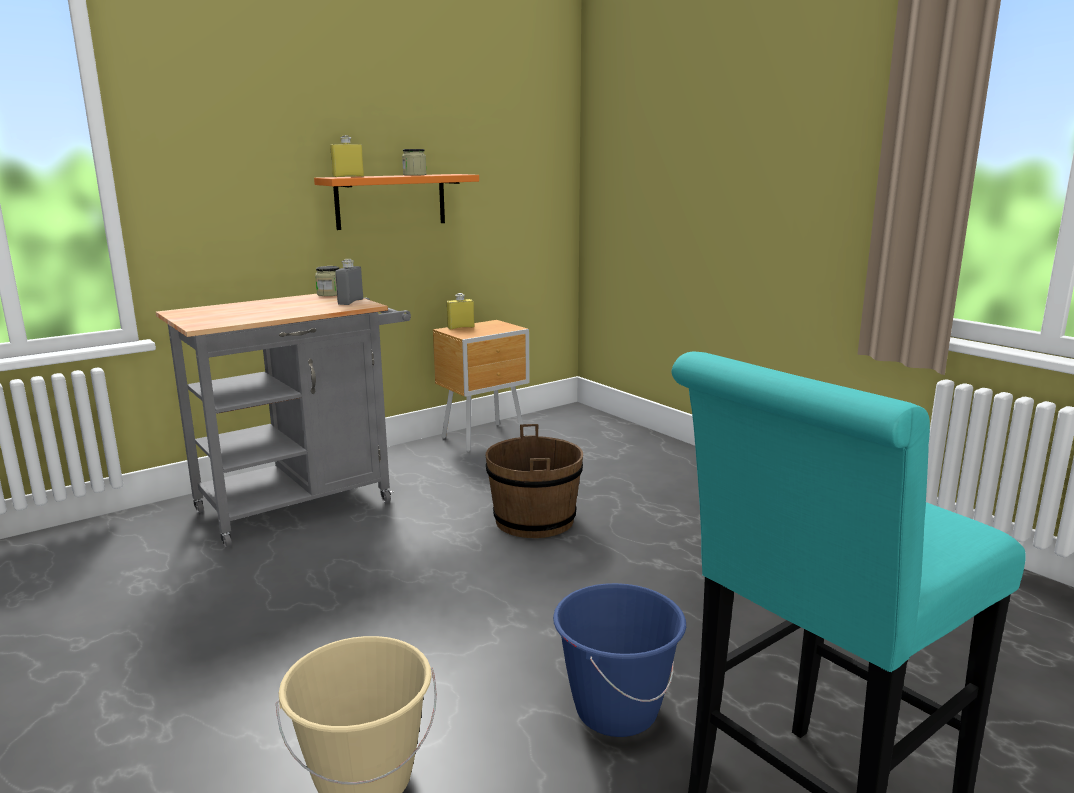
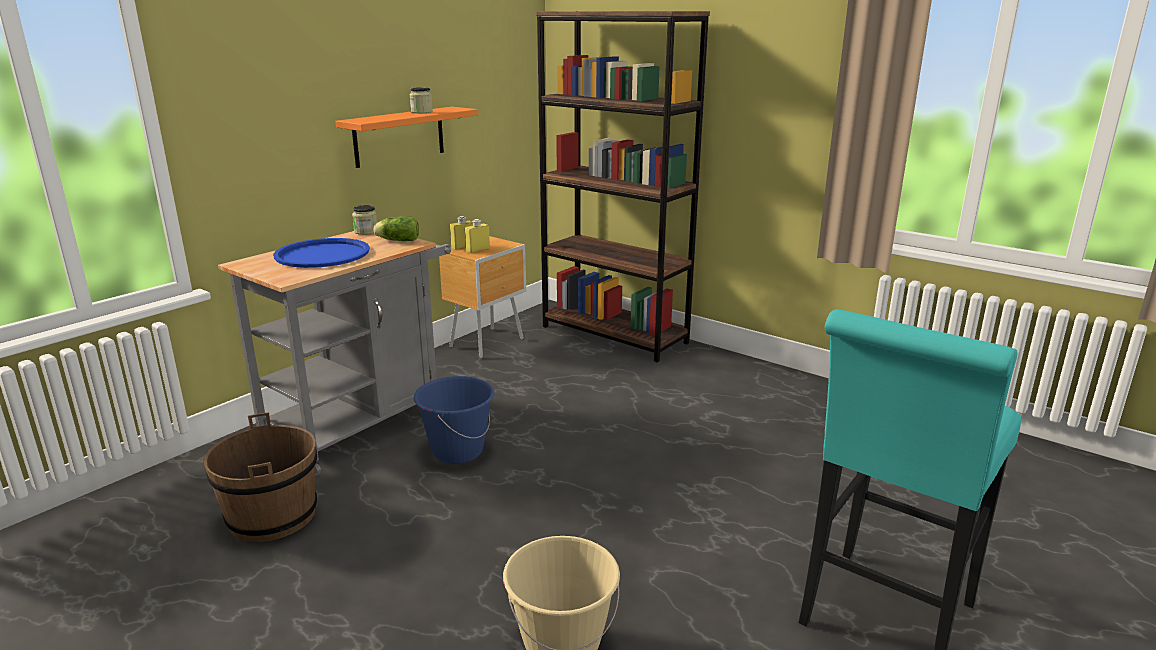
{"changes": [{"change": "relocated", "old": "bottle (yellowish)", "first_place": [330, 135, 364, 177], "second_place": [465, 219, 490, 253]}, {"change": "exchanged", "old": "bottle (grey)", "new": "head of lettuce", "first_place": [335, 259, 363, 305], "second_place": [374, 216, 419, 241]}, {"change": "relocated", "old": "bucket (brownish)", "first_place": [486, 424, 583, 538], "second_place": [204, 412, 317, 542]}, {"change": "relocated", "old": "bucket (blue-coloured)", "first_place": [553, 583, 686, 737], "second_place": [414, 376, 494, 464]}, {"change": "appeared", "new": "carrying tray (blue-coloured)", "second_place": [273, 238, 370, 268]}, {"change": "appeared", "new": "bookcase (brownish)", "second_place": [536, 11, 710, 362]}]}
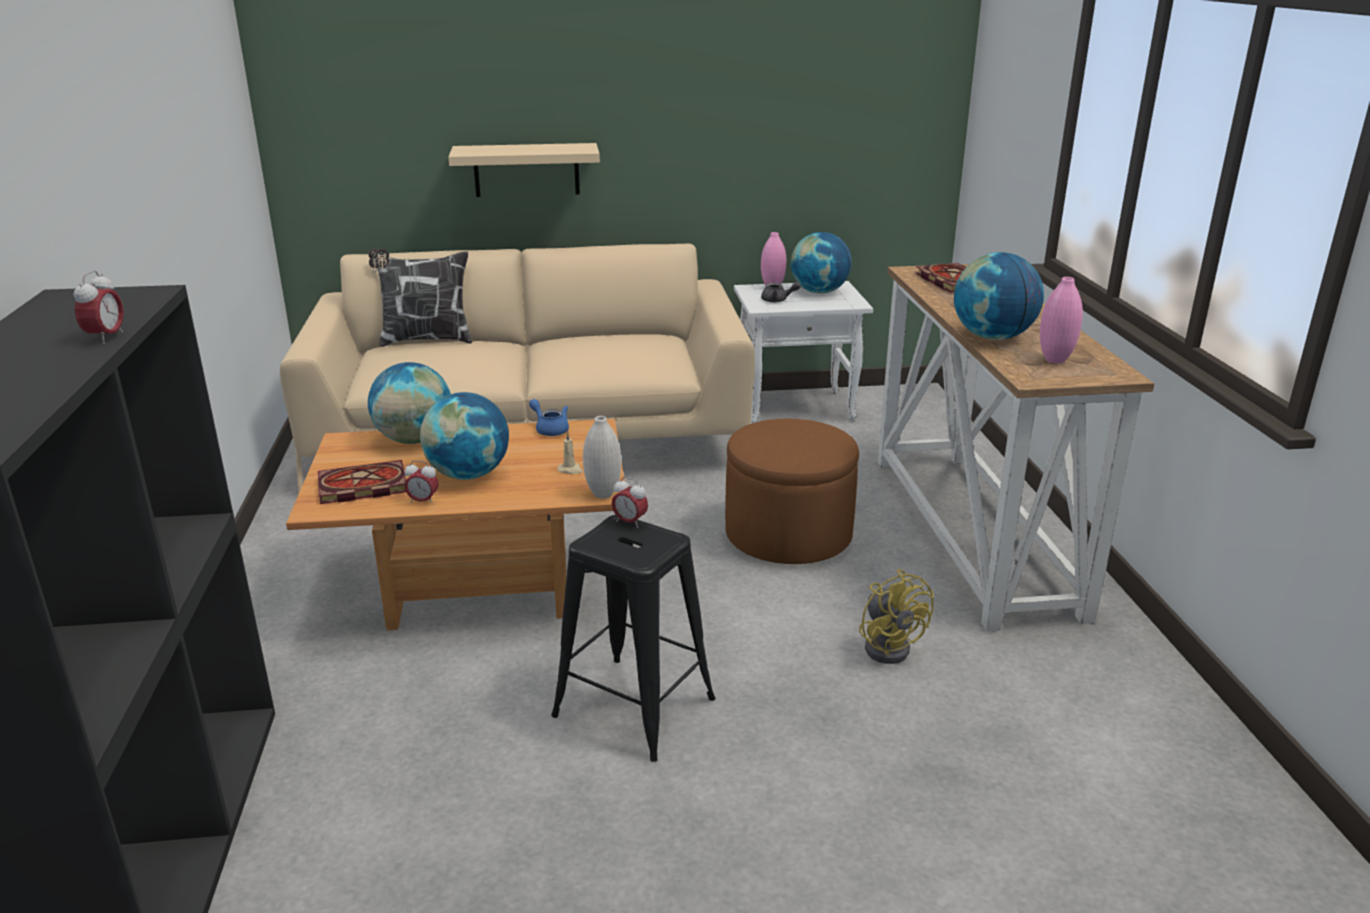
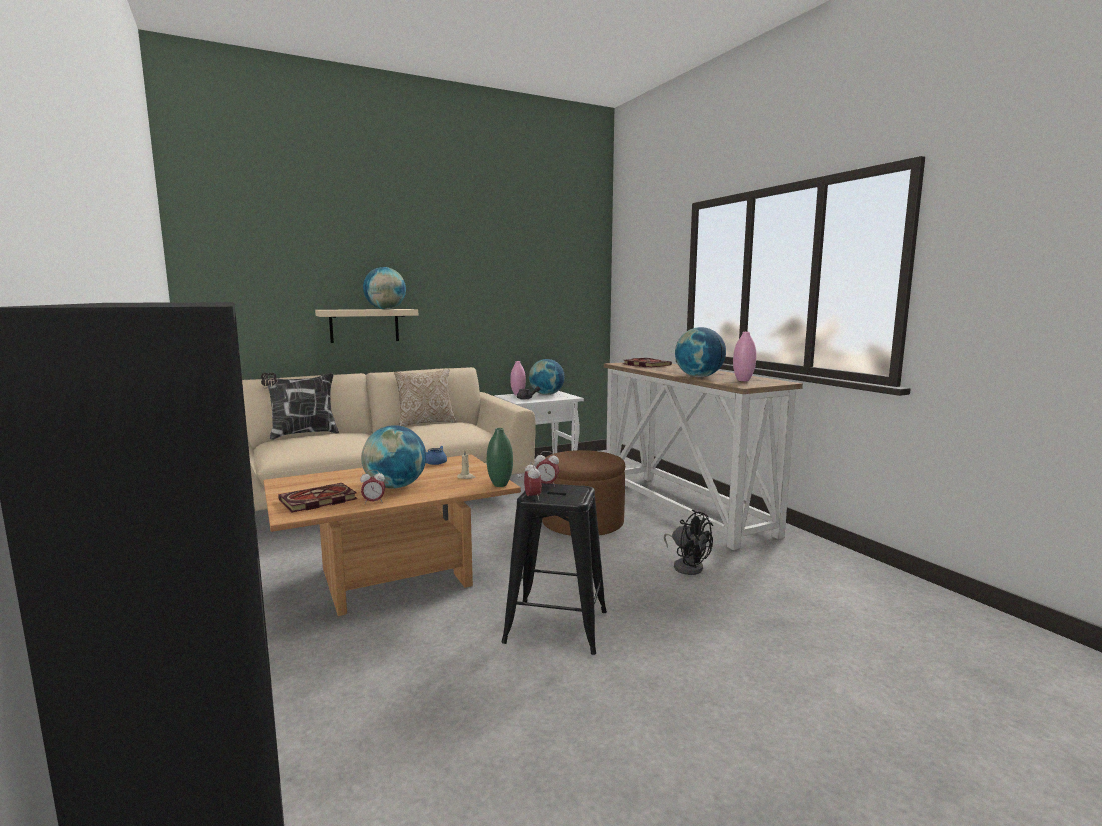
{"changes": [{"change": "relocated", "old": "alarm clock", "first_place": [73, 271, 124, 344], "second_place": [524, 461, 542, 501]}, {"change": "relocated", "old": "desk globe", "first_place": [368, 362, 451, 444], "second_place": [363, 267, 406, 309]}, {"change": "colour", "old": "vase (white-coloured)", "new": "vase (greenish)", "first_place": [583, 416, 621, 499], "second_place": [487, 428, 513, 487]}, {"change": "colour", "old": "fan (yellowish)", "new": "fan (black-coloured)", "first_place": [859, 569, 934, 664], "second_place": [664, 510, 713, 575]}, {"change": "appeared", "new": "throw pillow", "second_place": [394, 369, 457, 427]}]}
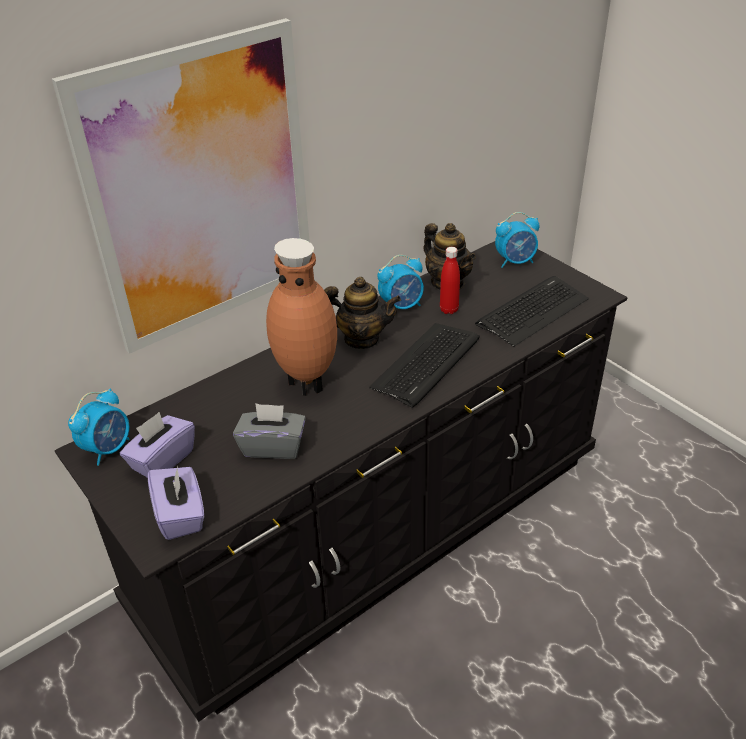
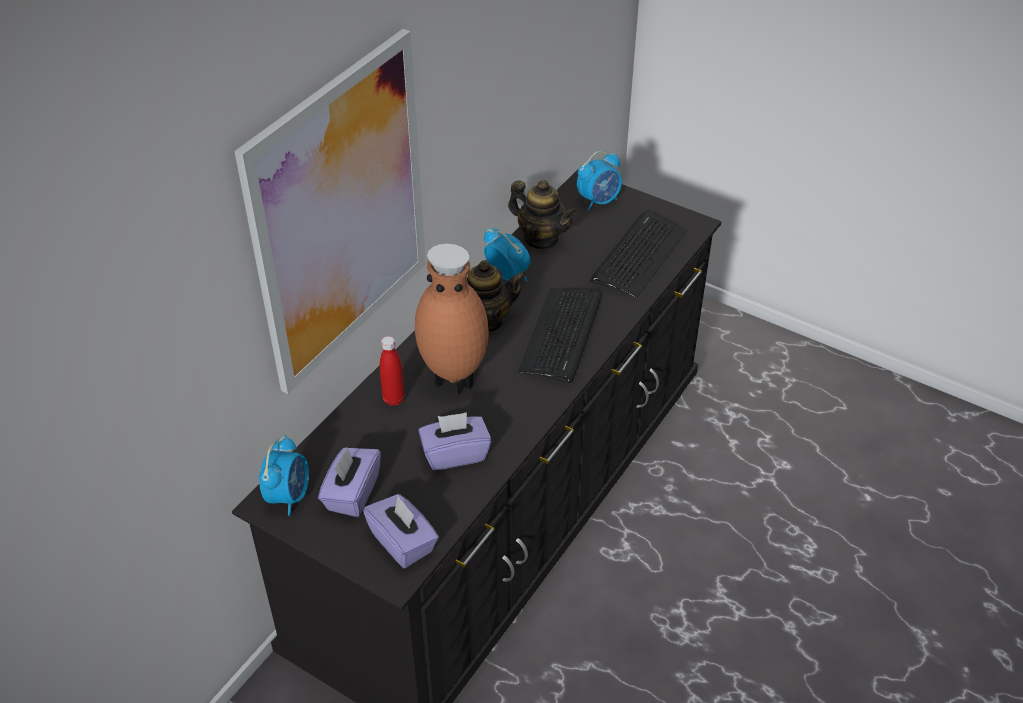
{"changes": [{"change": "colour", "old": "tissue holder (grey)", "new": "tissue holder (purple-coloured)", "first_place": [233, 403, 306, 459], "second_place": [418, 412, 492, 470]}, {"change": "spun", "old": "alarm clock", "first_place": [377, 255, 424, 309], "second_place": [484, 228, 531, 282], "degrees": -90}, {"change": "relocated", "old": "bottle (red)", "first_place": [440, 247, 460, 314], "second_place": [380, 336, 405, 406]}]}
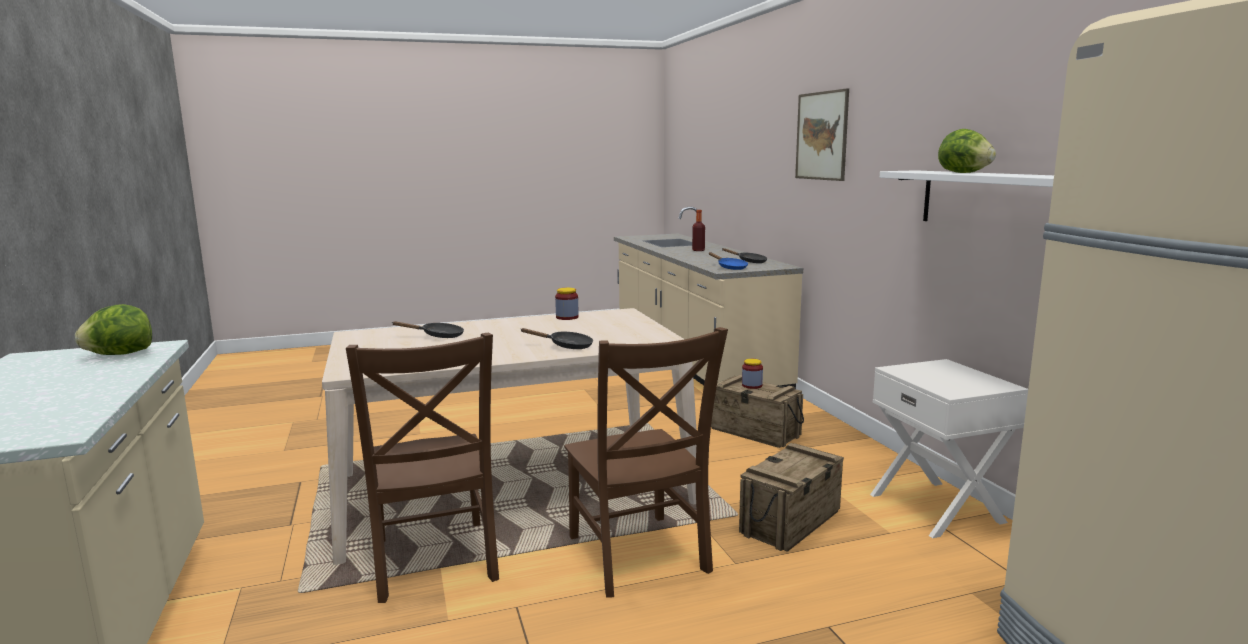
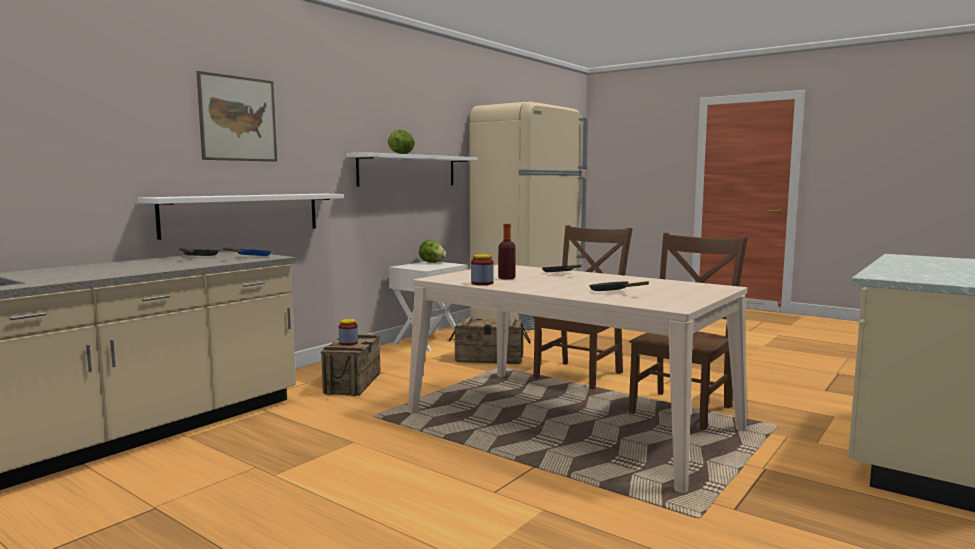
{"changes": [{"change": "relocated", "old": "head of lettuce", "first_place": [75, 304, 152, 355], "second_place": [419, 240, 446, 263]}, {"change": "relocated", "old": "bottle", "first_place": [692, 210, 705, 251], "second_place": [498, 224, 516, 280]}, {"change": "appeared", "new": "shelf (white-coloured)", "second_place": [138, 194, 344, 240]}]}
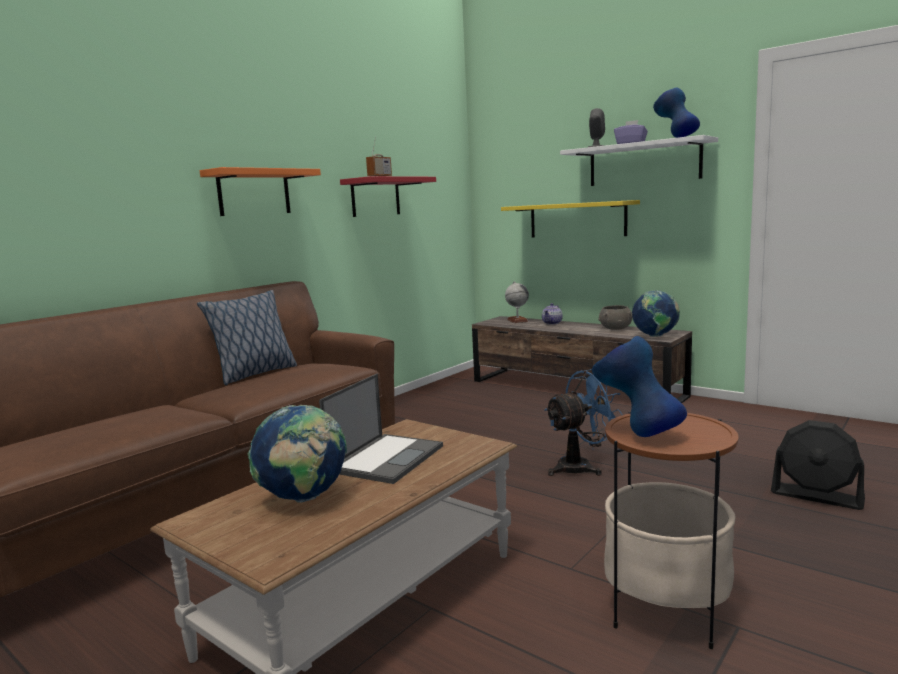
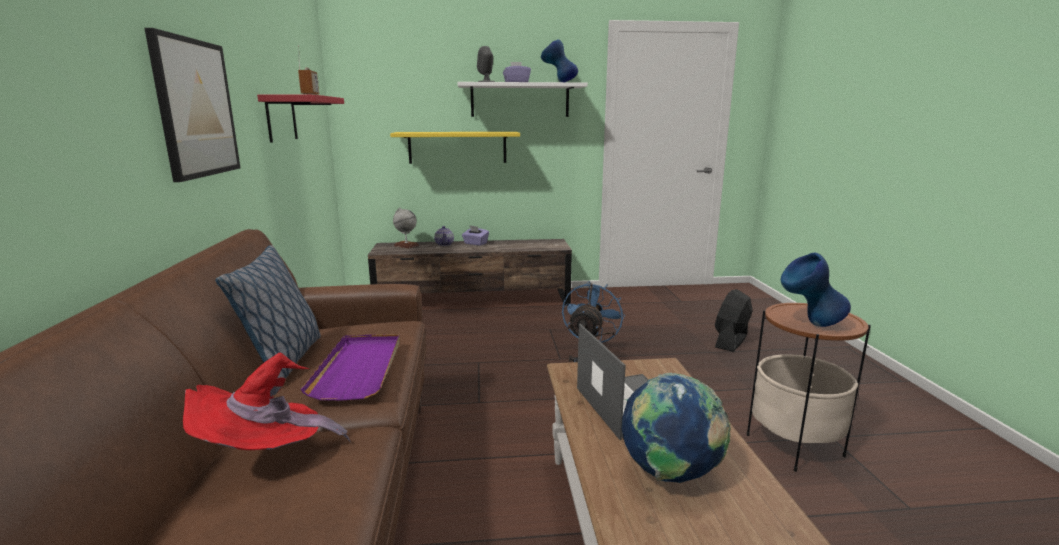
{"changes": [{"change": "exchanged", "old": "shelf (orangey)", "new": "picture", "first_place": [200, 167, 321, 216], "second_place": [145, 28, 240, 182]}, {"change": "missing", "old": "serving bowl (grey)", "first_place": [598, 305, 632, 329]}, {"change": "missing", "old": "desk globe", "first_place": [632, 290, 680, 337]}, {"change": "spun", "old": "fan (black-coloured)", "first_place": [771, 420, 865, 510], "second_place": [715, 289, 753, 352], "degrees": 135}, {"change": "appeared", "new": "clothing hat (red)", "second_place": [183, 353, 351, 450]}, {"change": "appeared", "new": "carrying tray (purple-coloured)", "second_place": [301, 334, 400, 400]}, {"change": "appeared", "new": "tissue holder (purple-coloured)", "second_place": [462, 226, 489, 246]}]}
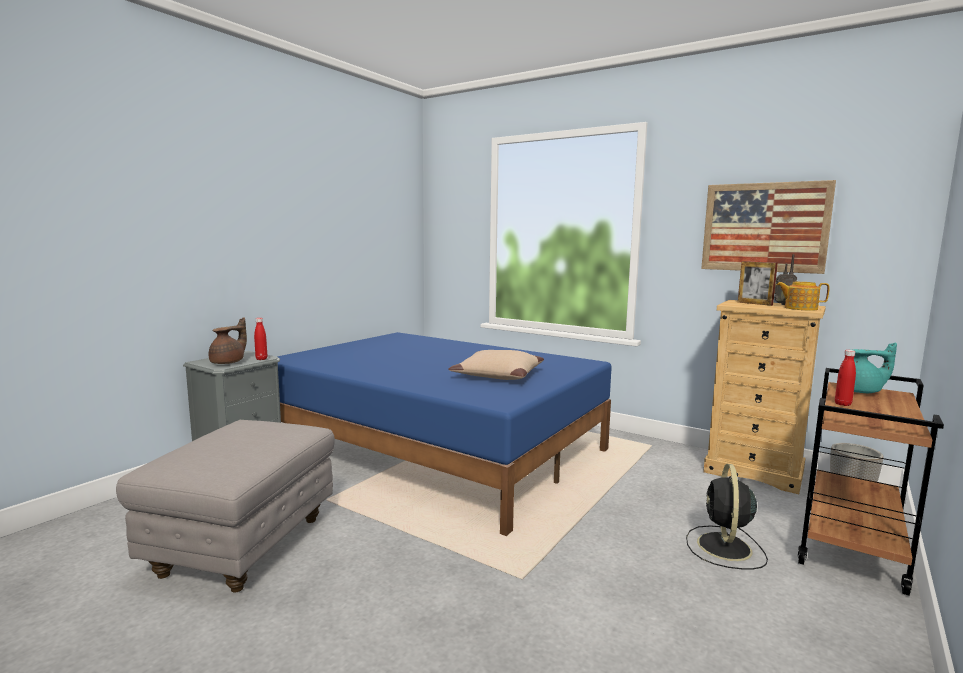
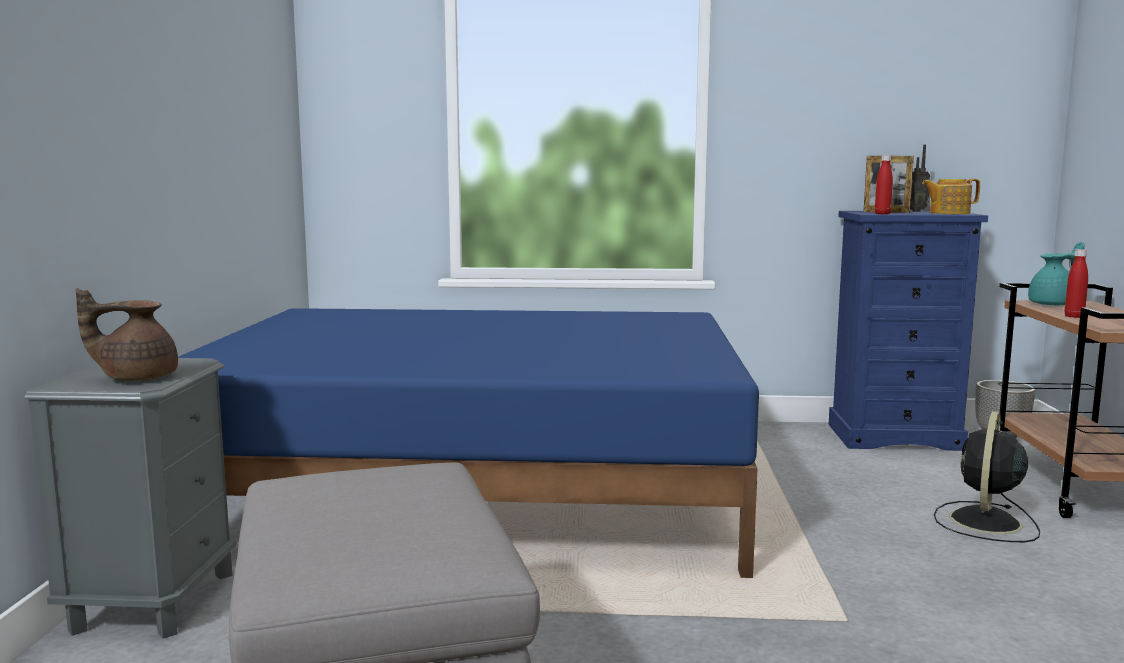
{"changes": [{"change": "spun", "old": "pot for tea (brownish)", "first_place": [209, 317, 247, 364], "second_place": [76, 288, 178, 381], "degrees": -105}, {"change": "relocated", "old": "bottle (red)", "first_place": [254, 318, 267, 360], "second_place": [875, 155, 893, 214]}, {"change": "missing", "old": "throw pillow (beige-coloured)", "first_place": [448, 350, 544, 380]}, {"change": "spun", "old": "fan (black-coloured)", "first_place": [686, 464, 768, 569], "second_place": [934, 411, 1040, 542], "degrees": 45}, {"change": "missing", "old": "picture", "first_place": [701, 180, 836, 274]}, {"change": "colour", "old": "drawer chest (beige-coloured)", "new": "drawer chest (blue-coloured)", "first_place": [703, 300, 826, 494], "second_place": [828, 211, 988, 451]}]}
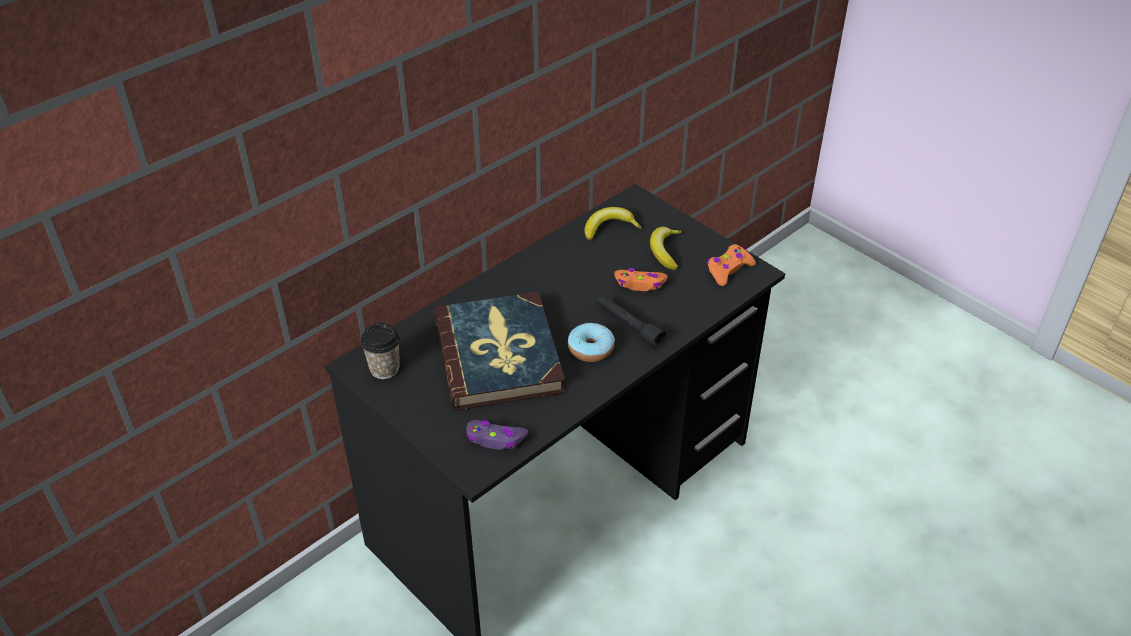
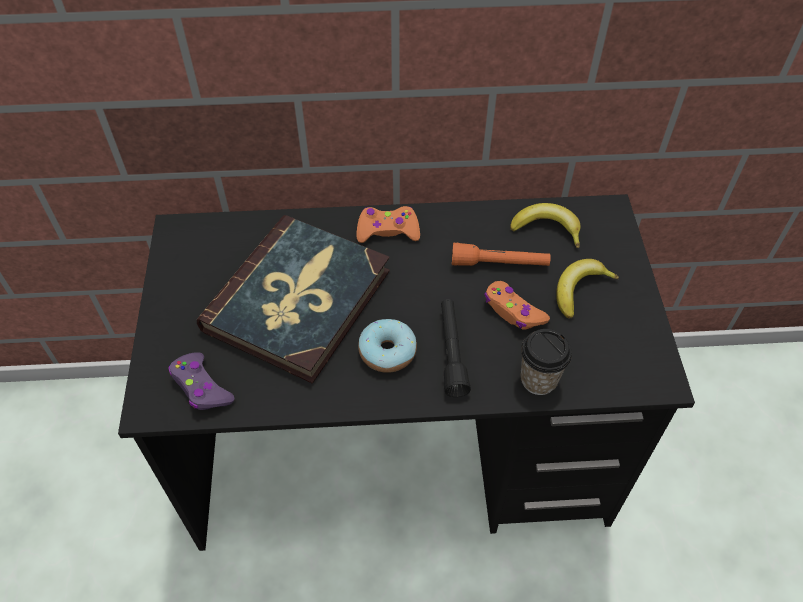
{"changes": [{"change": "relocated", "old": "cup", "first_place": [360, 323, 400, 379], "second_place": [520, 329, 572, 395]}, {"change": "relocated", "old": "game controller (orangey)", "first_place": [707, 244, 756, 286], "second_place": [357, 206, 420, 243]}, {"change": "appeared", "new": "flashlight (orangey)", "second_place": [452, 242, 551, 266]}]}
